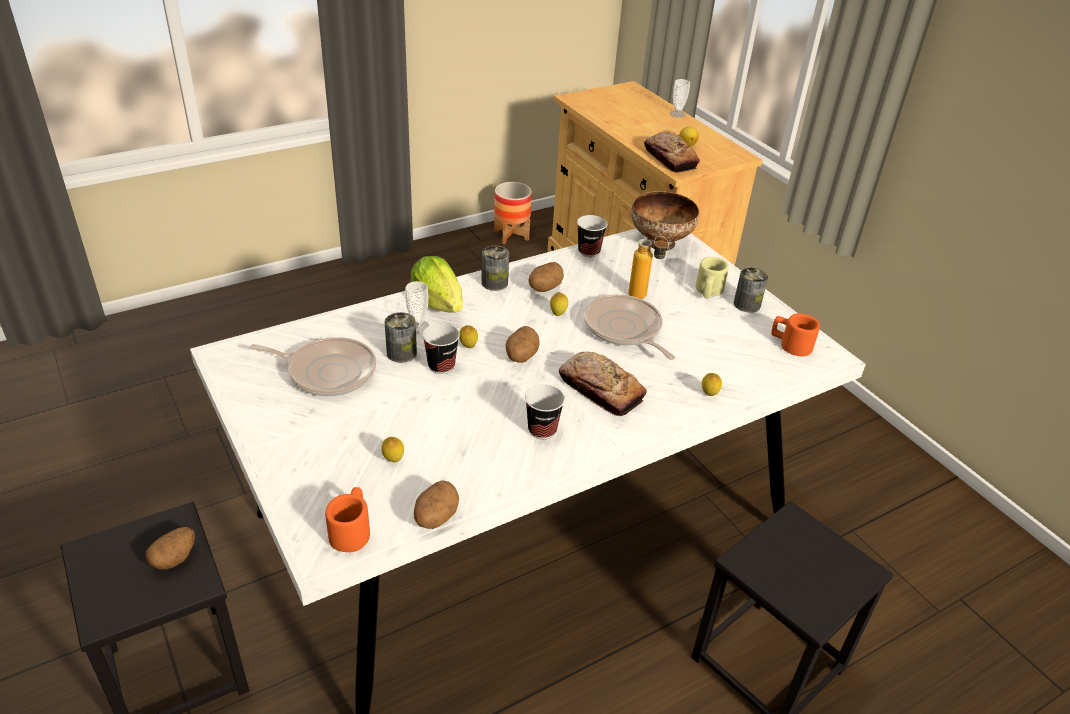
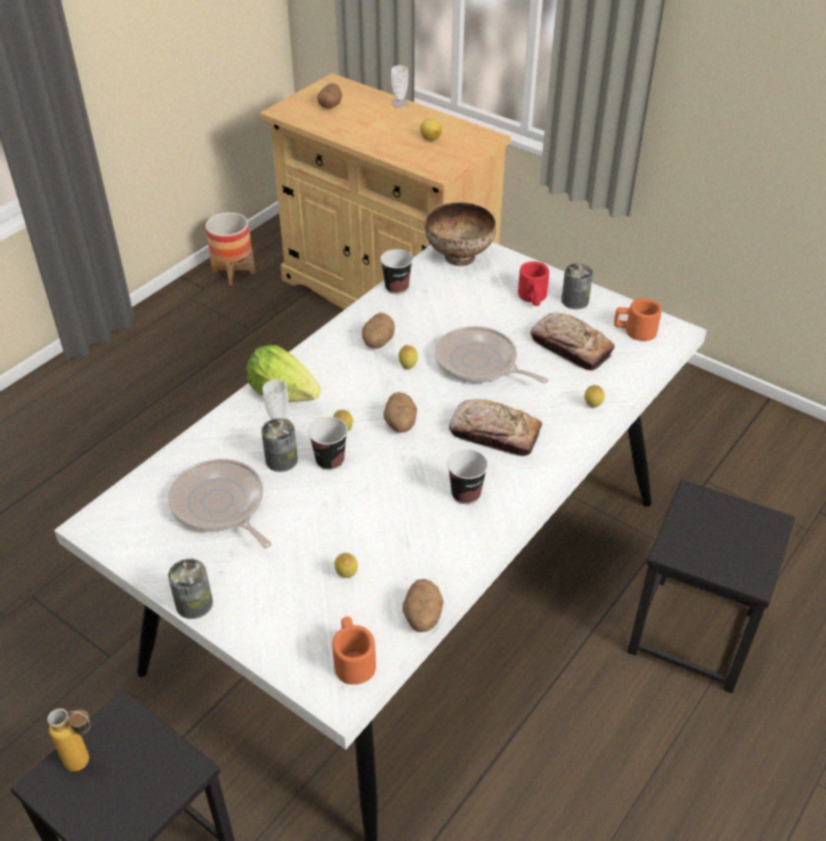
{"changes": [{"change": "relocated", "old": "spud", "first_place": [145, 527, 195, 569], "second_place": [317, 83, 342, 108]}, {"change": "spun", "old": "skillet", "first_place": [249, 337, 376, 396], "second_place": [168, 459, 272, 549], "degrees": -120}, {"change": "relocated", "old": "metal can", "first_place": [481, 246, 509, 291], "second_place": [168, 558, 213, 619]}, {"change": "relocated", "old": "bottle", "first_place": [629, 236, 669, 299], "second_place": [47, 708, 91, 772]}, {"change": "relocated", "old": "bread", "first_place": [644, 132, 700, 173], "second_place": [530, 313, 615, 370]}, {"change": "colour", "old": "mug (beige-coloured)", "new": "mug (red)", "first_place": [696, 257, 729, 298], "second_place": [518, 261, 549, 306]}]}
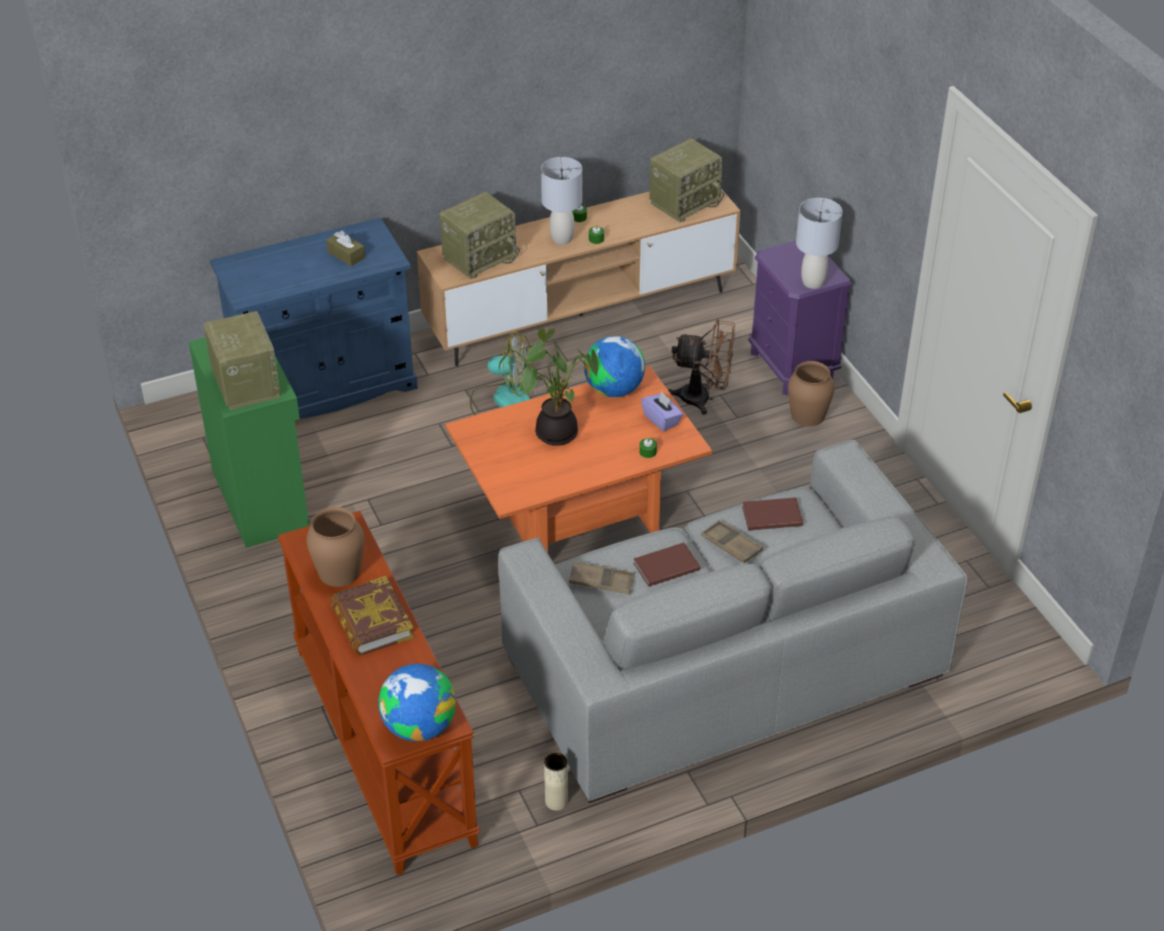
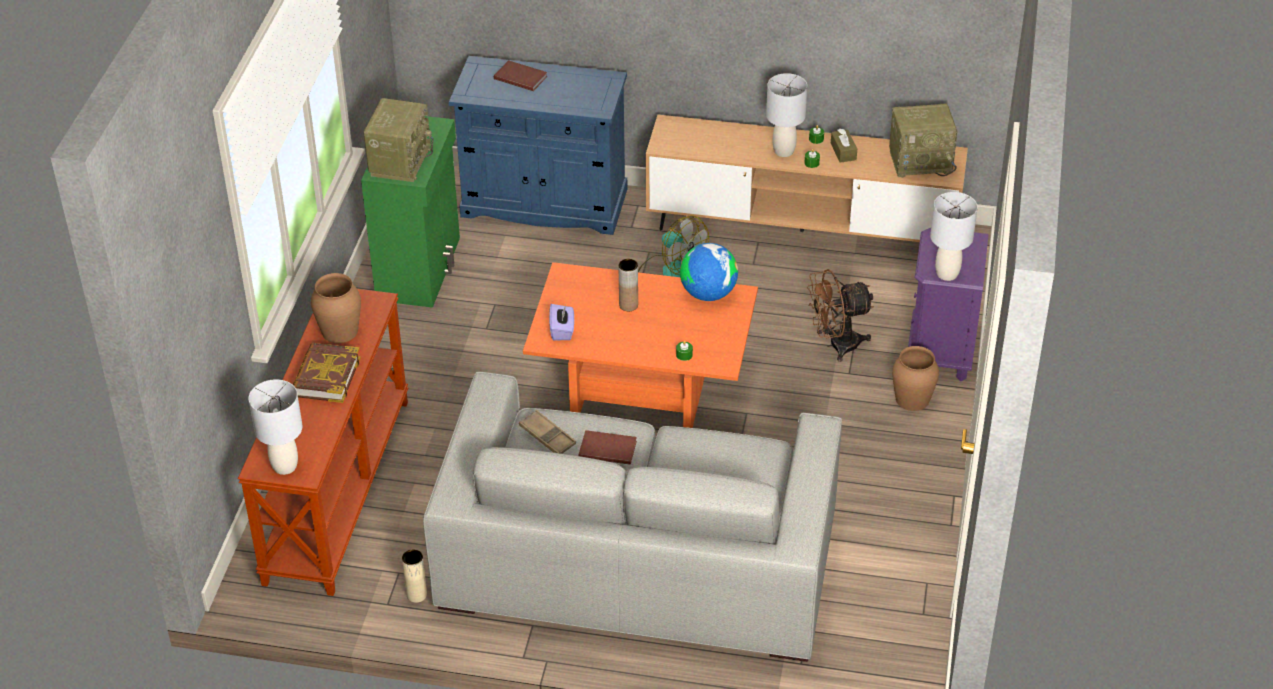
{"changes": [{"change": "relocated", "old": "tissue holder (brownish)", "first_place": [326, 230, 365, 266], "second_place": [831, 129, 857, 163]}, {"change": "exchanged", "old": "desk globe", "new": "table lamp (grey)", "first_place": [378, 664, 456, 741], "second_place": [249, 379, 302, 475]}, {"change": "missing", "old": "radio receiver", "first_place": [440, 192, 520, 279]}, {"change": "exchanged", "old": "houseplant", "new": "vase (brownish)", "first_place": [499, 328, 599, 446], "second_place": [619, 259, 638, 311]}, {"change": "relocated", "old": "tissue holder (purple-coloured)", "first_place": [641, 391, 683, 431], "second_place": [549, 304, 574, 340]}, {"change": "spun", "old": "fan (brownish)", "first_place": [668, 319, 735, 415], "second_place": [807, 269, 874, 362], "degrees": 120}, {"change": "missing", "old": "carrying tray (brownish)", "first_place": [701, 520, 763, 563]}, {"change": "relocated", "old": "book (brownish)", "first_place": [742, 497, 803, 531], "second_place": [494, 60, 547, 91]}]}
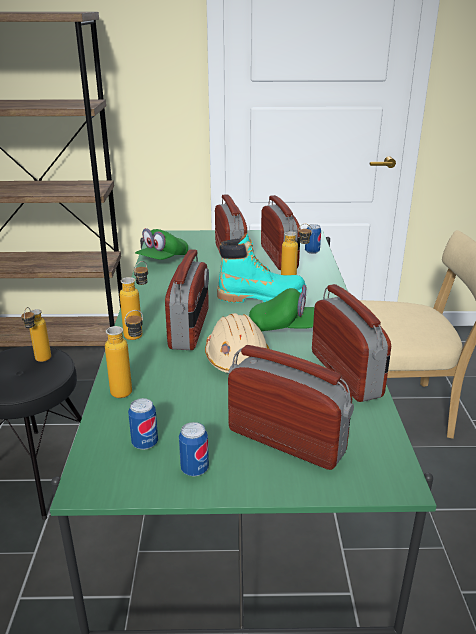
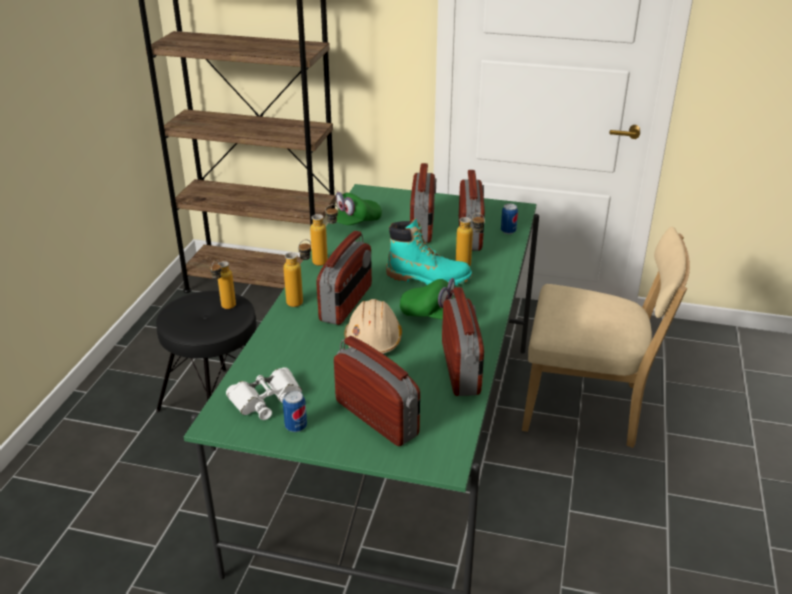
{"changes": [{"change": "relocated", "old": "bottle", "first_place": [105, 310, 143, 398], "second_place": [310, 204, 339, 266]}, {"change": "exchanged", "old": "metal can", "new": "pair of binoculars (white-coloured)", "first_place": [128, 398, 158, 450], "second_place": [226, 367, 302, 420]}]}
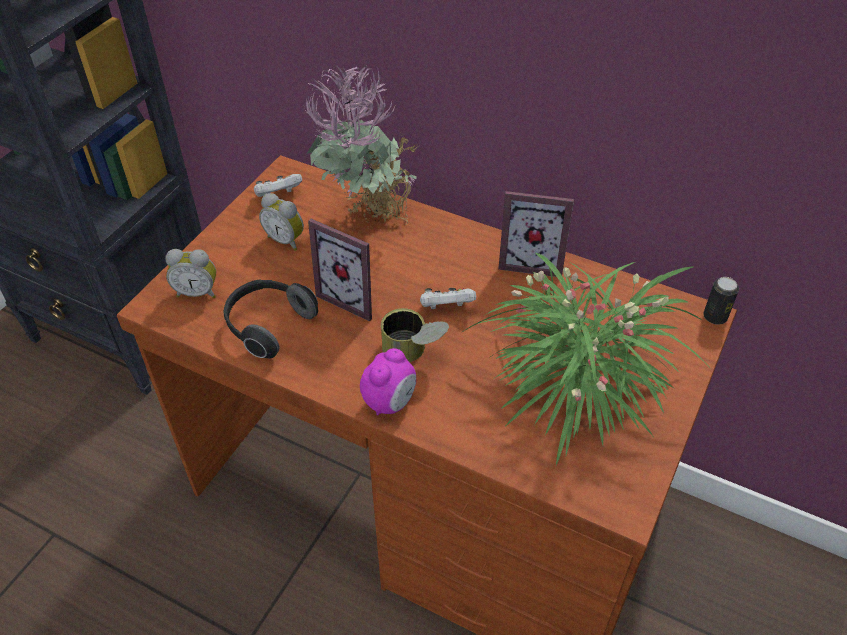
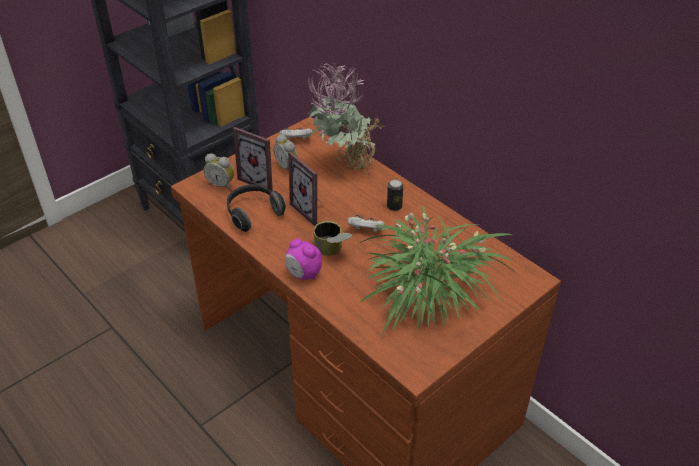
{"changes": [{"change": "spun", "old": "alarm clock", "first_place": [360, 348, 416, 415], "second_place": [285, 239, 322, 280], "degrees": 75}, {"change": "relocated", "old": "standing frame", "first_place": [498, 191, 574, 277], "second_place": [233, 127, 273, 192]}, {"change": "relocated", "old": "metal can", "first_place": [703, 277, 739, 325], "second_place": [387, 179, 403, 211]}]}
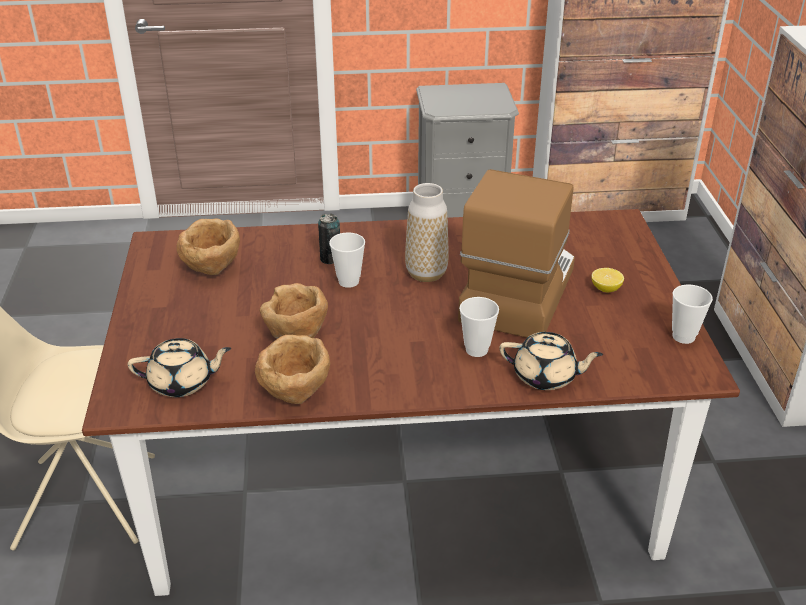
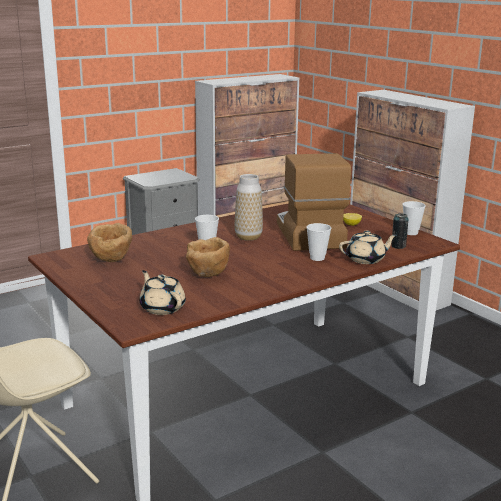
{"changes": [{"change": "spun", "old": "pot for tea (beige-coloured)", "first_place": [128, 338, 231, 397], "second_place": [139, 270, 186, 315], "degrees": -90}, {"change": "missing", "old": "serving bowl (brownish)", "first_place": [255, 335, 330, 404]}, {"change": "relocated", "old": "metal can", "first_place": [318, 214, 340, 264], "second_place": [391, 213, 409, 249]}]}
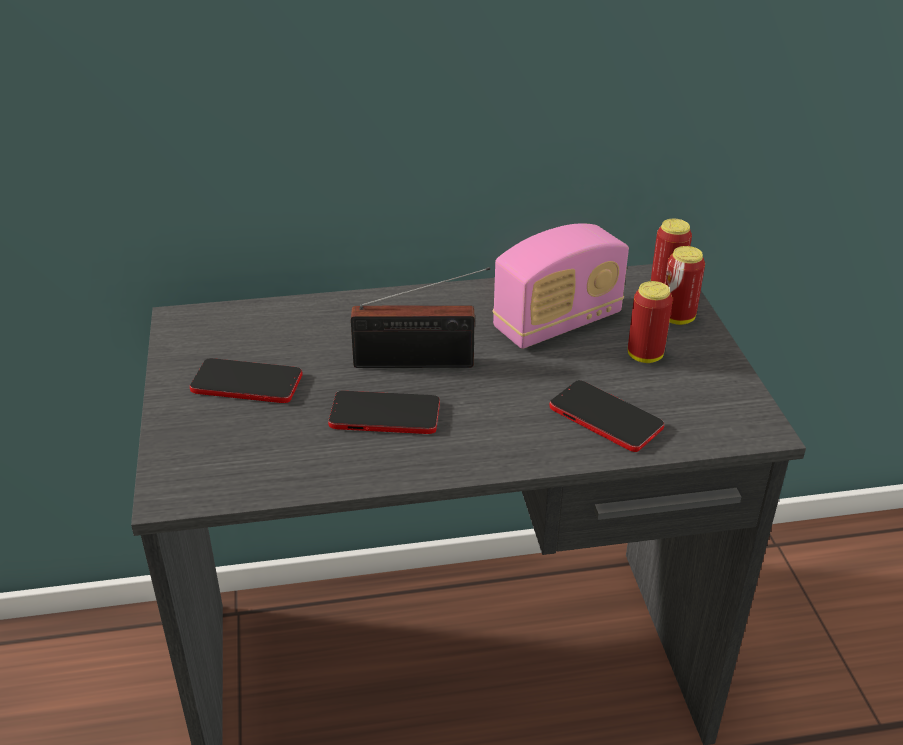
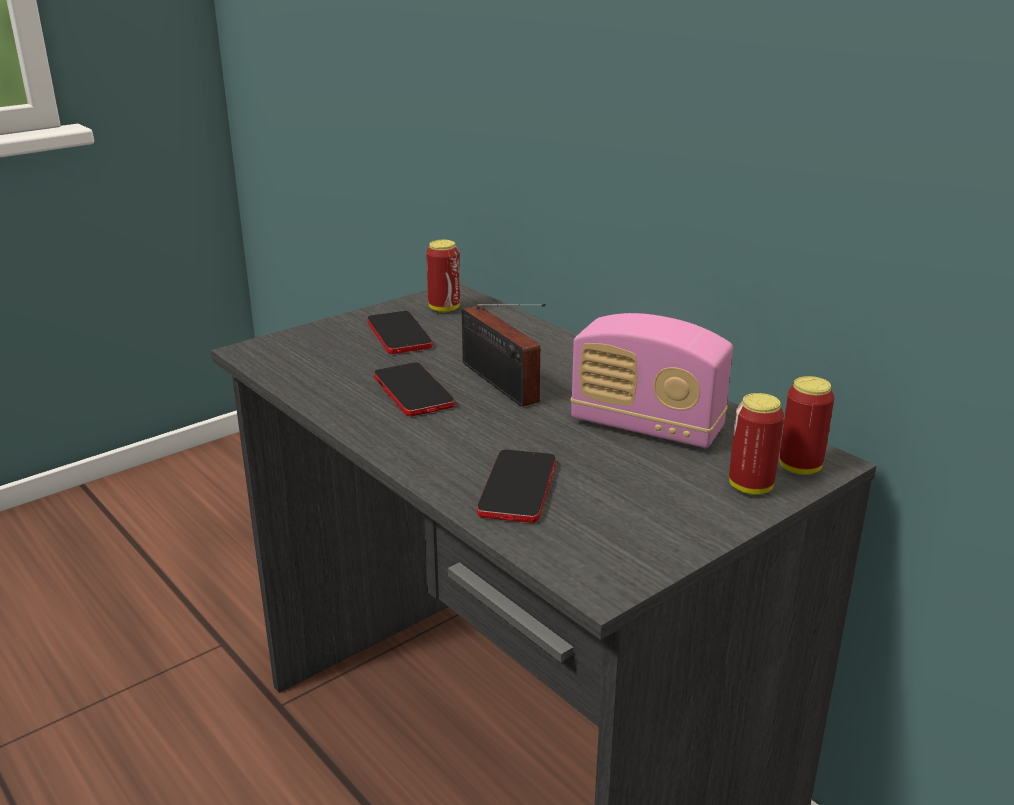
{"changes": [{"change": "relocated", "old": "metal can", "first_place": [628, 281, 673, 363], "second_place": [426, 240, 460, 312]}]}
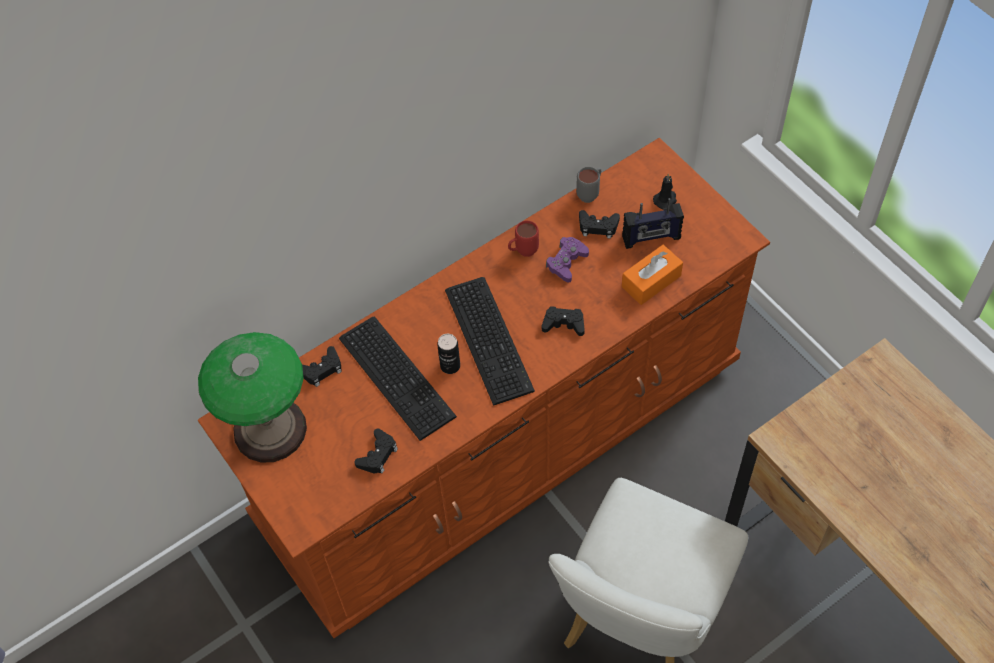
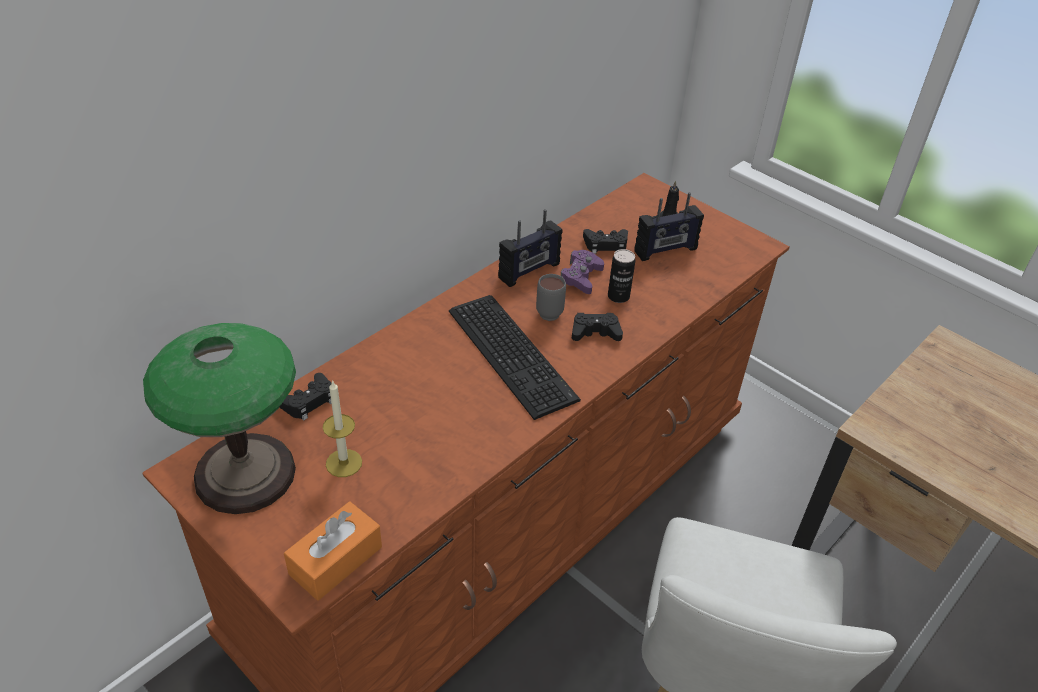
{"changes": [{"change": "missing", "old": "computer keyboard", "first_place": [339, 317, 457, 441]}, {"change": "missing", "old": "game controller (black-coloured)", "first_place": [355, 429, 398, 473]}, {"change": "relocated", "old": "metal can", "first_place": [437, 334, 460, 374], "second_place": [608, 249, 636, 303]}, {"change": "exchanged", "old": "mug (red)", "new": "radio receiver", "first_place": [508, 220, 539, 257], "second_place": [498, 209, 562, 287]}, {"change": "relocated", "old": "mug (grey)", "first_place": [576, 167, 601, 203], "second_place": [536, 274, 566, 321]}, {"change": "relocated", "old": "tissue holder (orangey)", "first_place": [622, 245, 683, 305], "second_place": [284, 502, 382, 601]}, {"change": "appeared", "new": "candle", "second_place": [323, 380, 362, 477]}]}
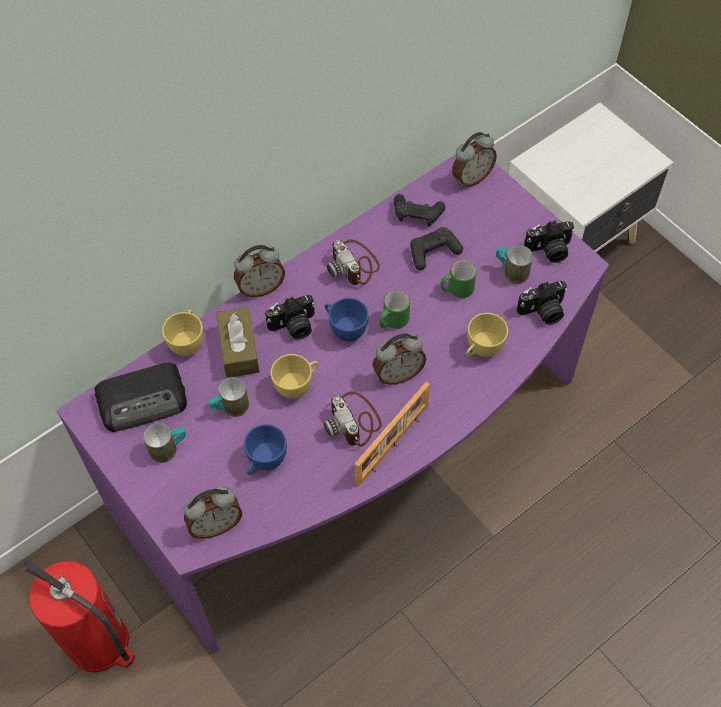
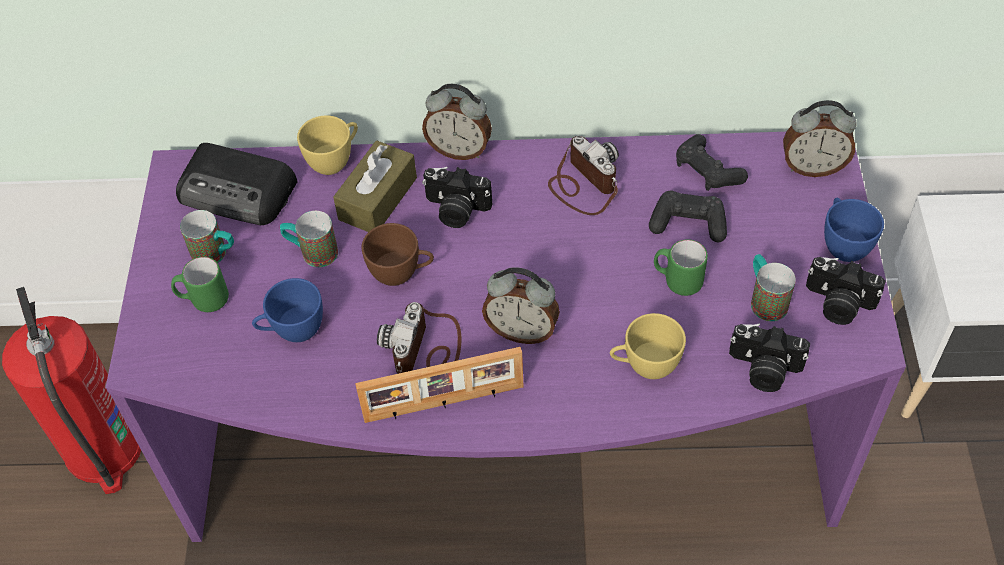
{"changes": [{"change": "missing", "old": "alarm clock", "first_place": [184, 486, 242, 539]}, {"change": "colour", "old": "cup (yellowish)", "new": "cup (brownish)", "first_place": [270, 354, 318, 399], "second_place": [361, 223, 434, 286]}, {"change": "relocated", "old": "cup (blue-coloured)", "first_place": [325, 298, 369, 342], "second_place": [824, 198, 884, 262]}, {"change": "spun", "old": "photo camera", "first_place": [327, 240, 380, 285], "second_place": [548, 136, 619, 215], "degrees": 135}, {"change": "relocated", "old": "mug (greenish)", "first_place": [379, 290, 410, 329], "second_place": [171, 257, 229, 312]}]}
